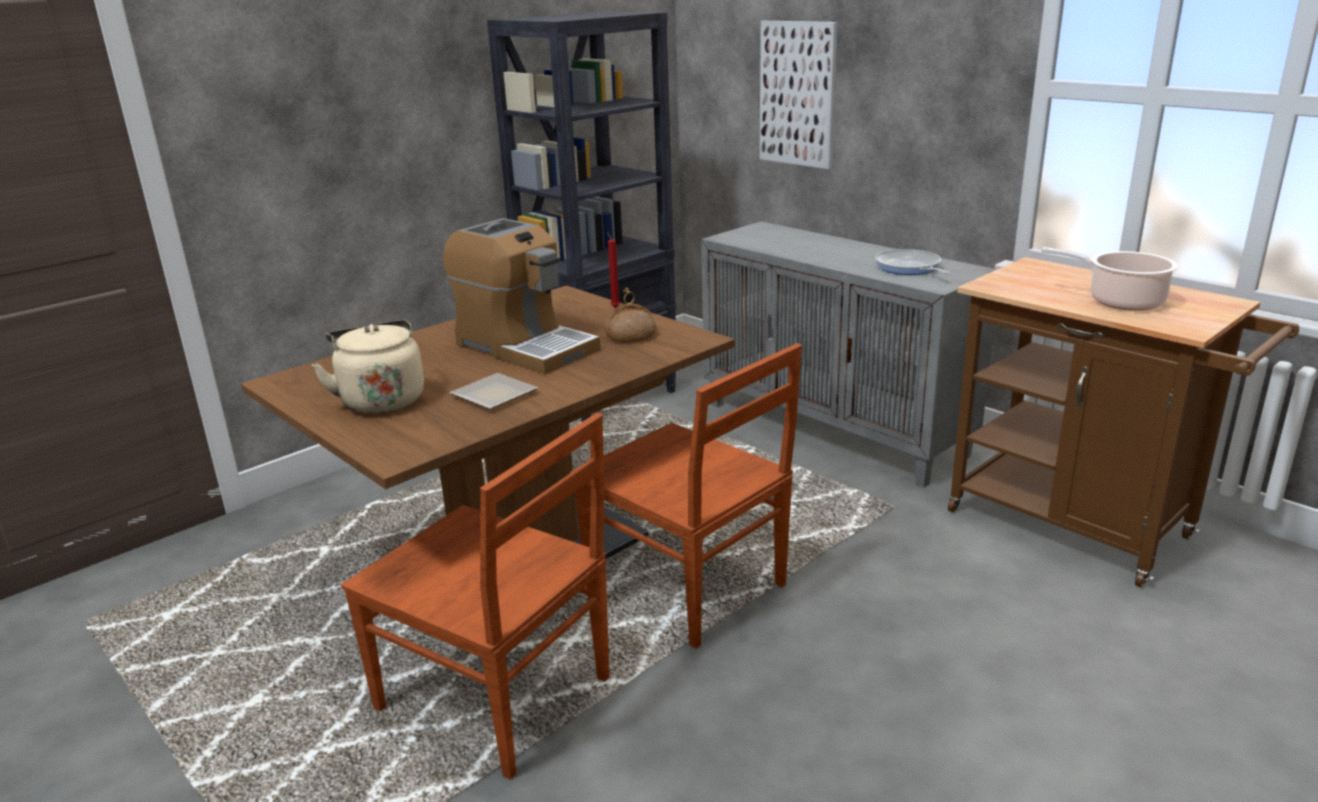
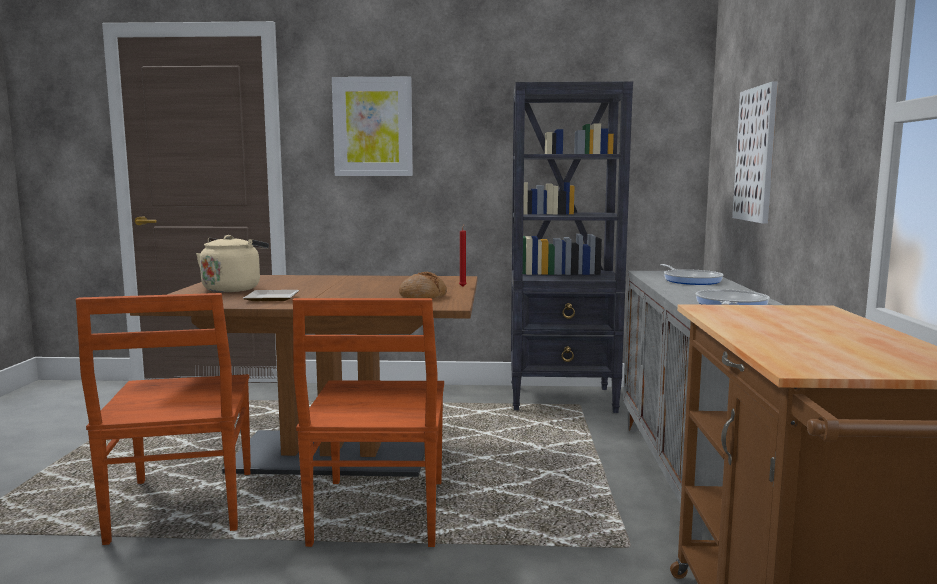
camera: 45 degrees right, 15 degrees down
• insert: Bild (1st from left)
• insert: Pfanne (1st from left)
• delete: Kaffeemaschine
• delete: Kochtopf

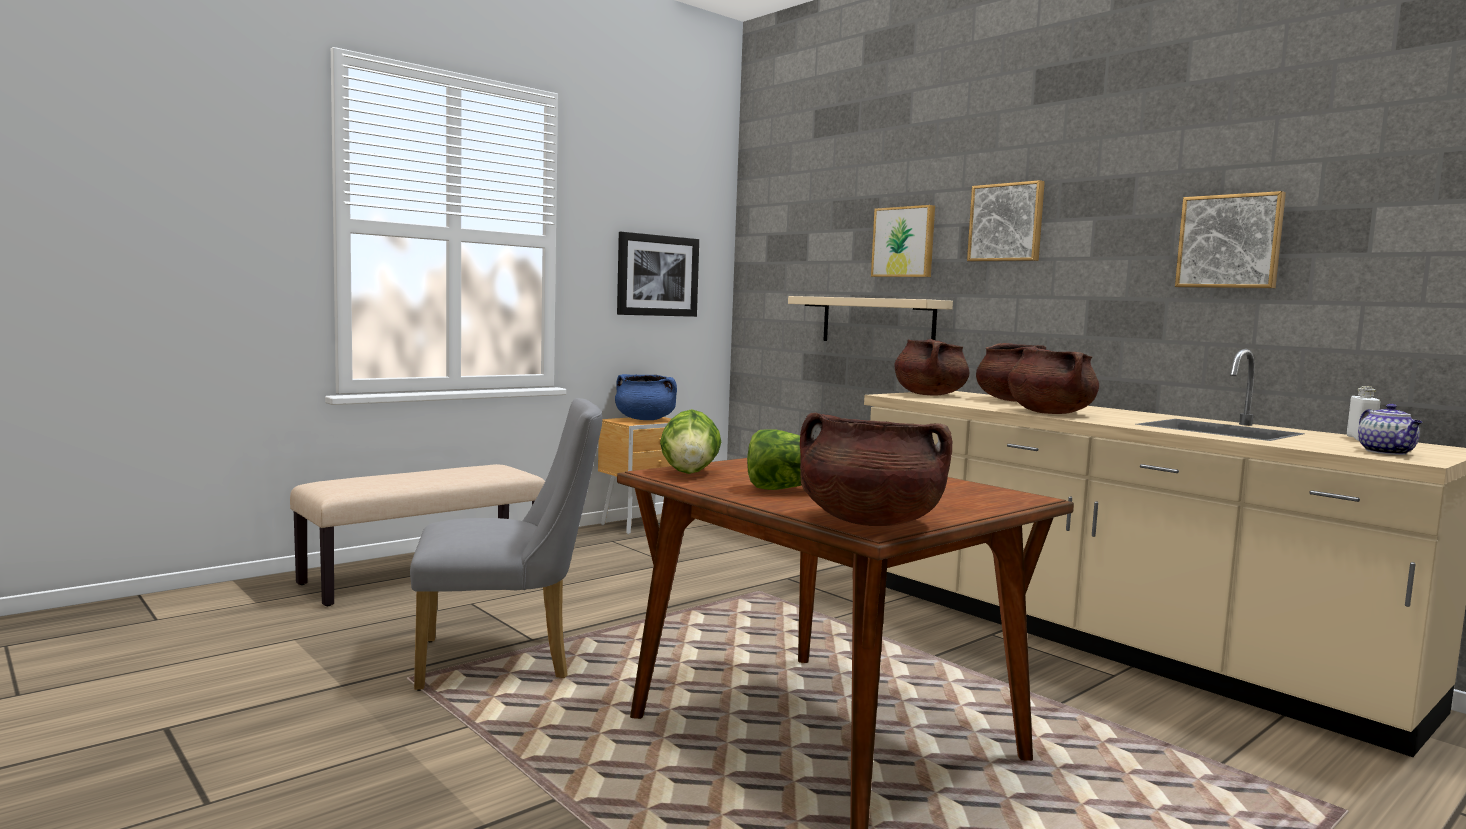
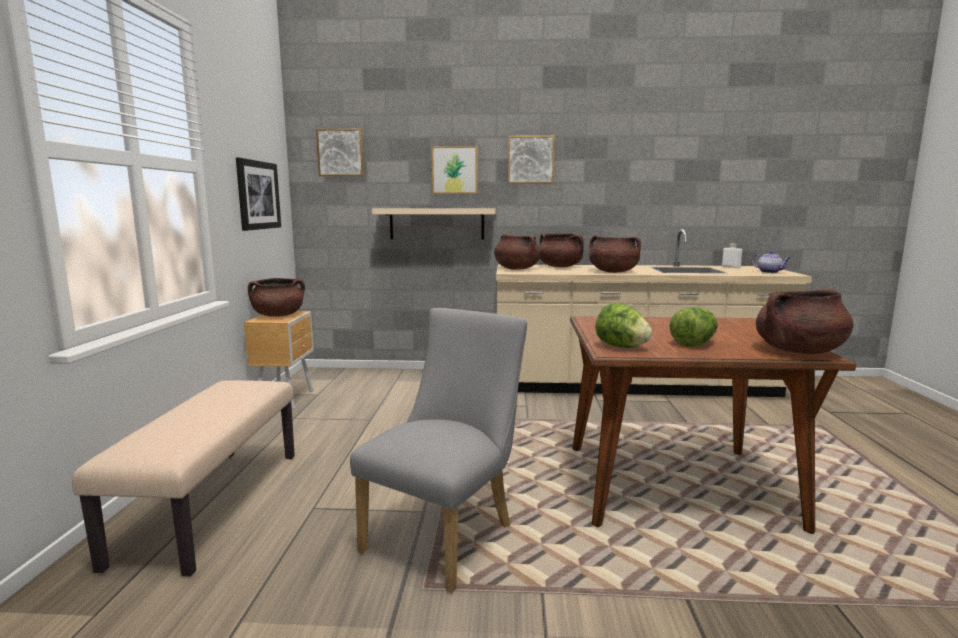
camera: 45 degrees left, 5 degrees up
• recolor: Kochtopf (blau) to Kochtopf (braun) (1st from left)
• move: Bild (4th from left in the first image) to Bild (2nd from left)

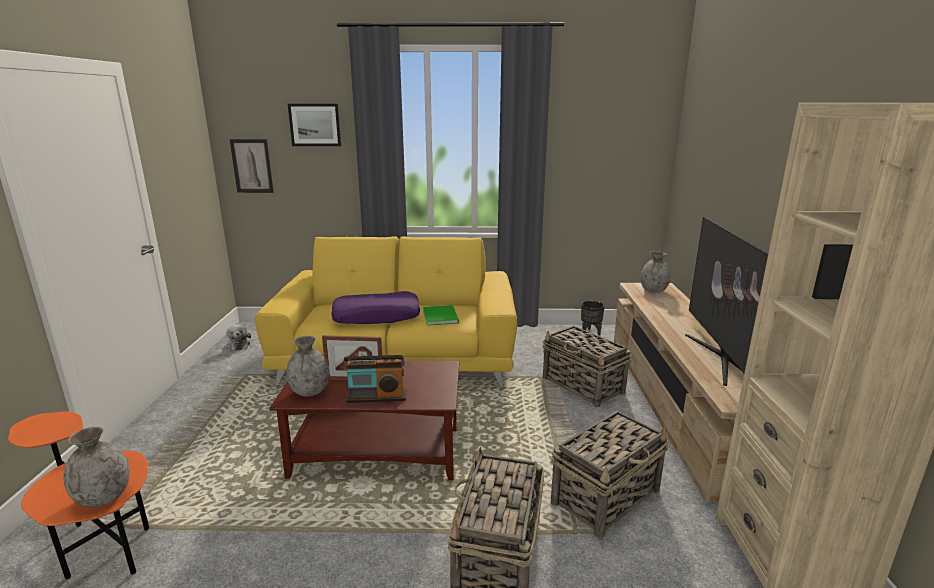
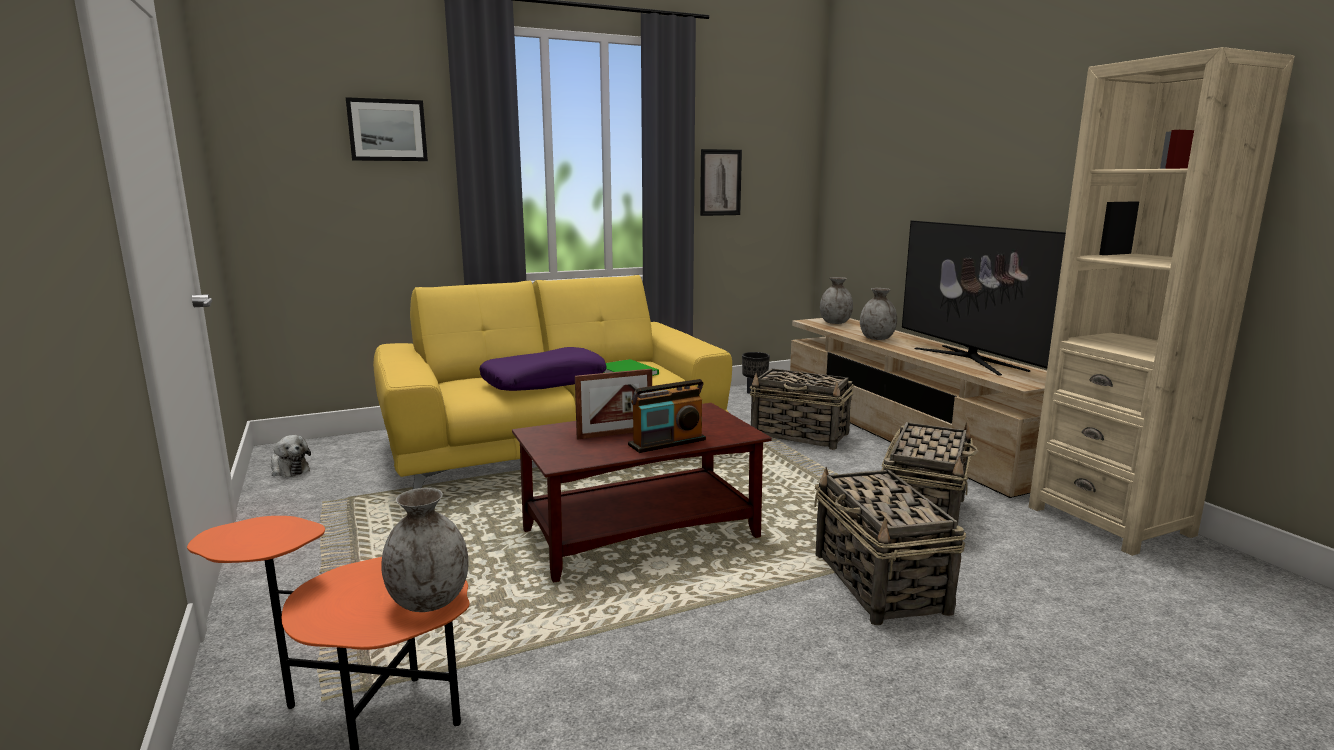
camera: 25 degrees left, 5 degrees down
• move: Bild (1st from left in the first image) to Bild (2nd from left)
• move: Vase (grau) (2nd from left in the first image) to Vase (grau) (3rd from left)

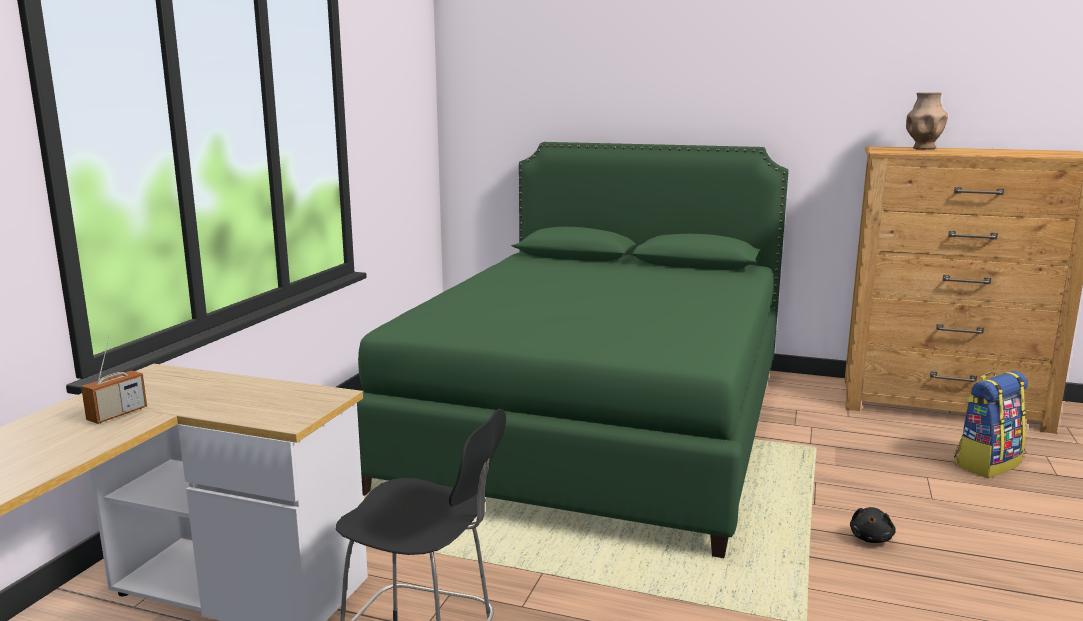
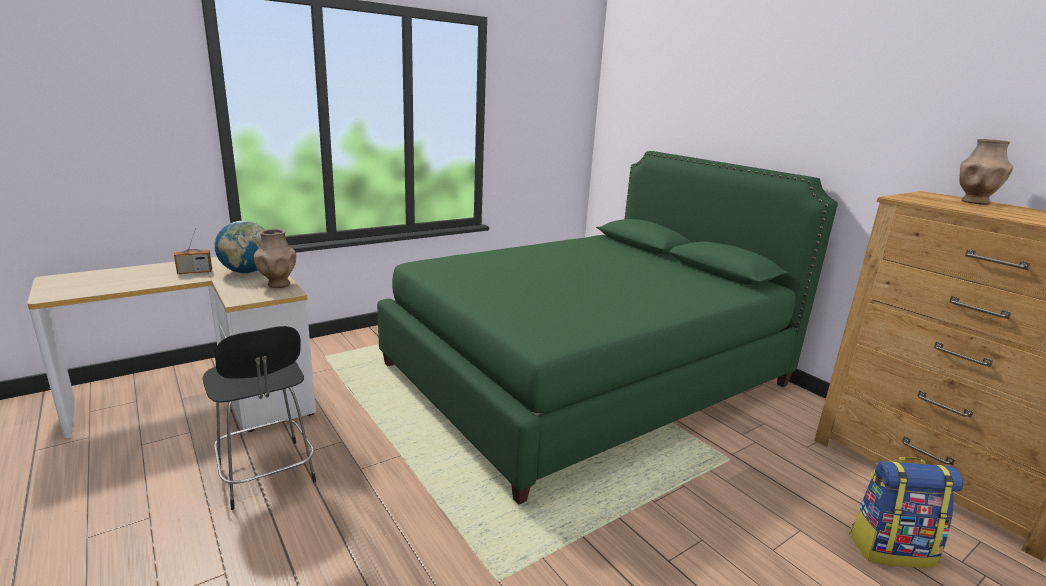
camera: 35 degrees right, 5 degrees up
• insert: Globus
• insert: Vase (braun) (1st from left)
• delete: Plüschtier (schwarz)

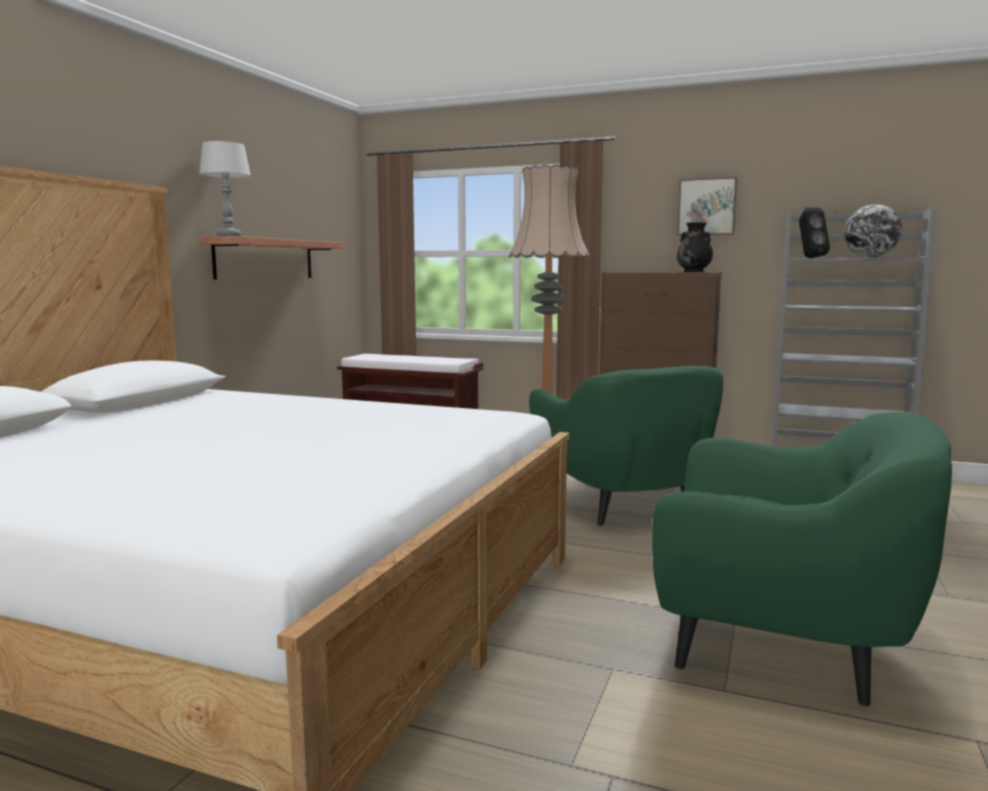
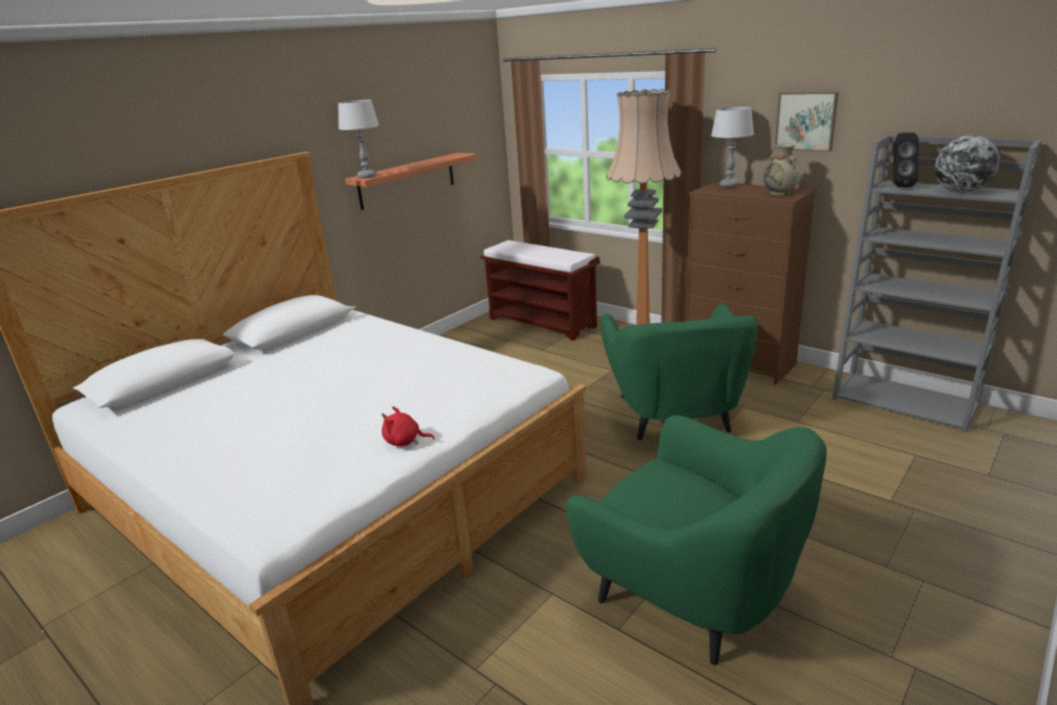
camera: 20 degrees right, 15 degrees up
• insert: Plüschtier (rot)
• insert: Tischlampe (grau) (2nd from left)
• recolor: Vase (schwarz) to Vase (beige)

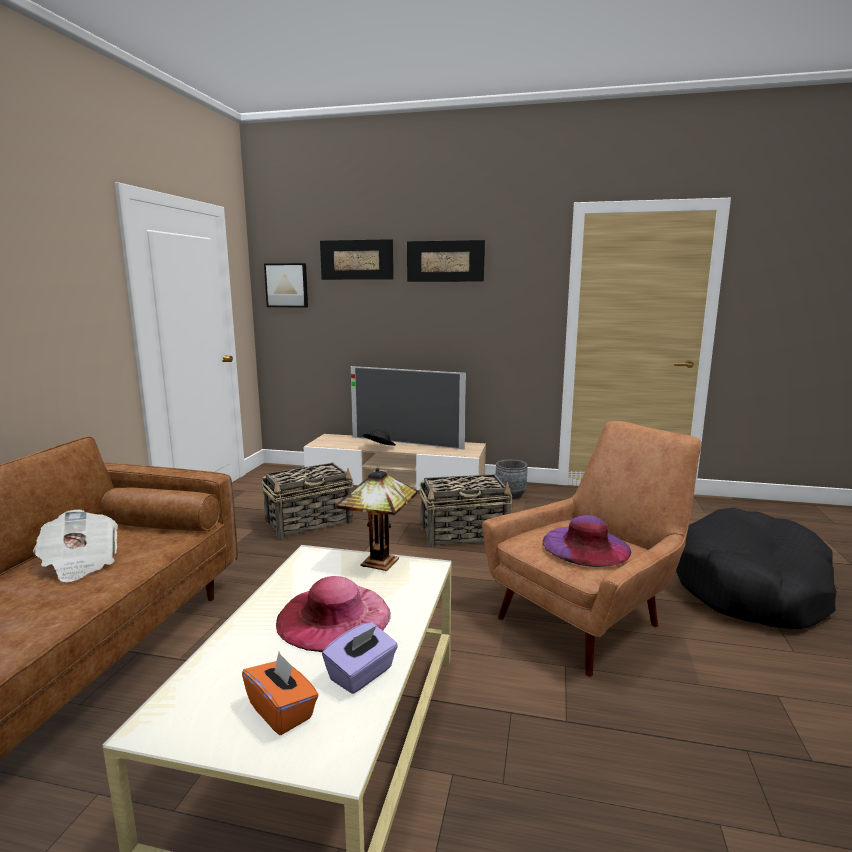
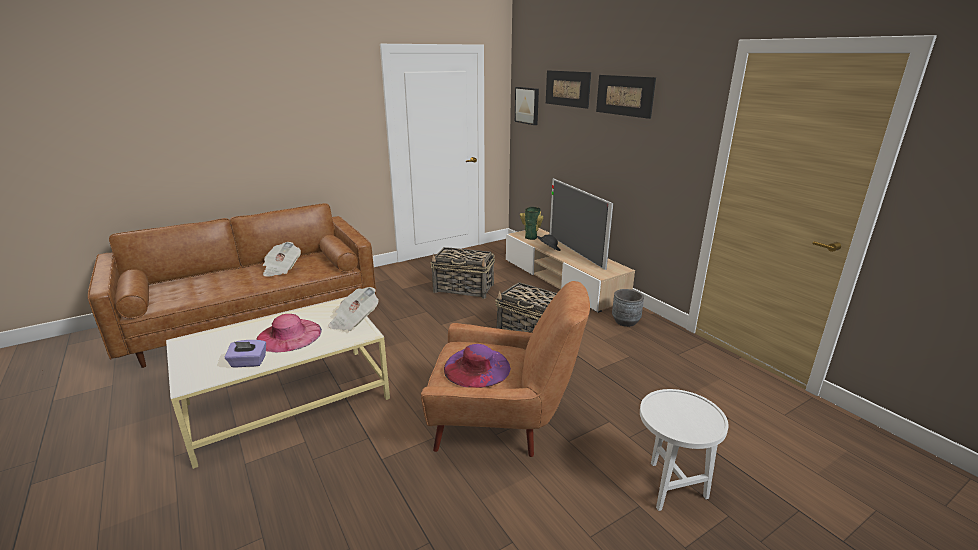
camera: 45 degrees right, 10 degrees up
• replace: Tischlampe to Zeitung (2nd from left)
• insert: Vase
• replace: Hundebett (schwarz) to Beistelltisch (weiß)
• delete: Taschentuchbox (orange)

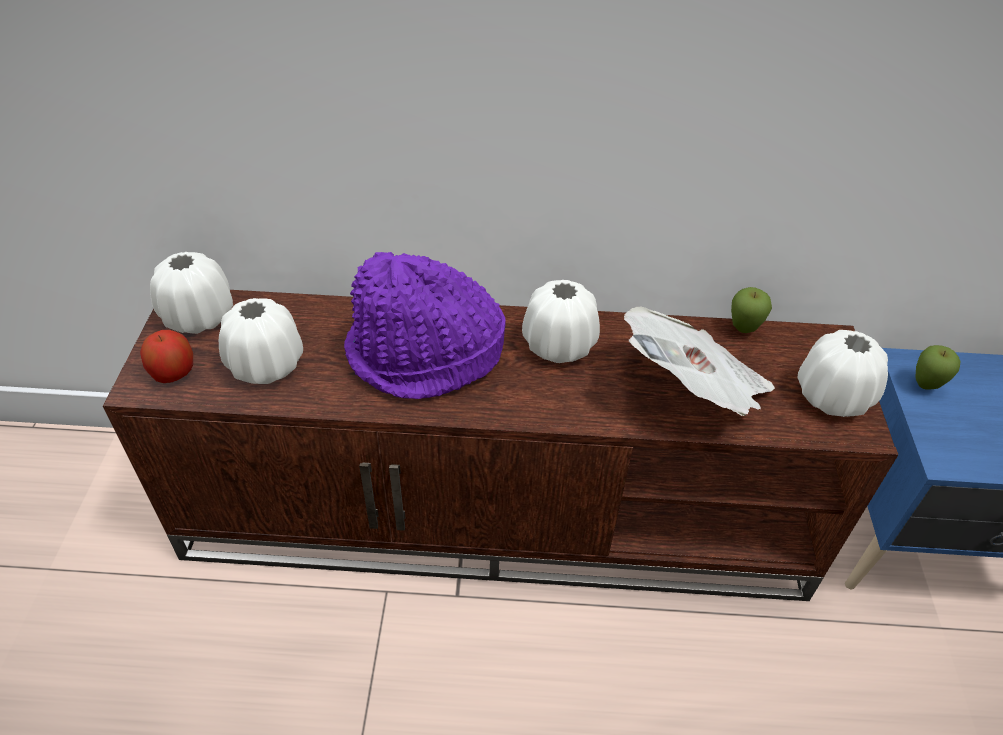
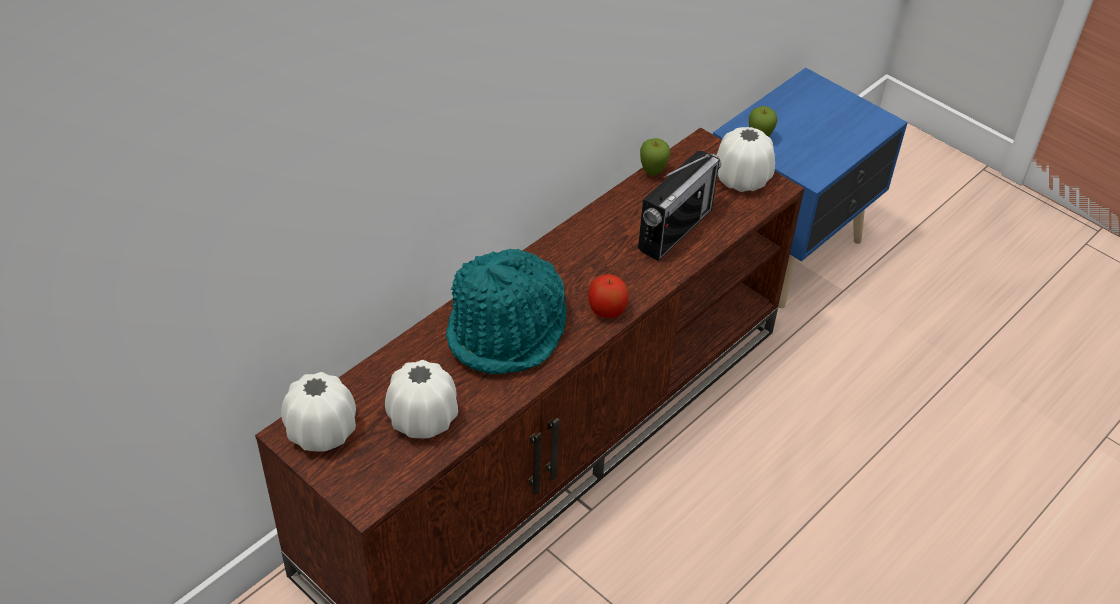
camera: 50 degrees left, 0 degrees up
• recolor: Hut (lila) to Hut (türkis)
• move: Apfel (1st from left)
• replace: Zeitung to Radio
• delete: Vase (weiß) (3rd from left)

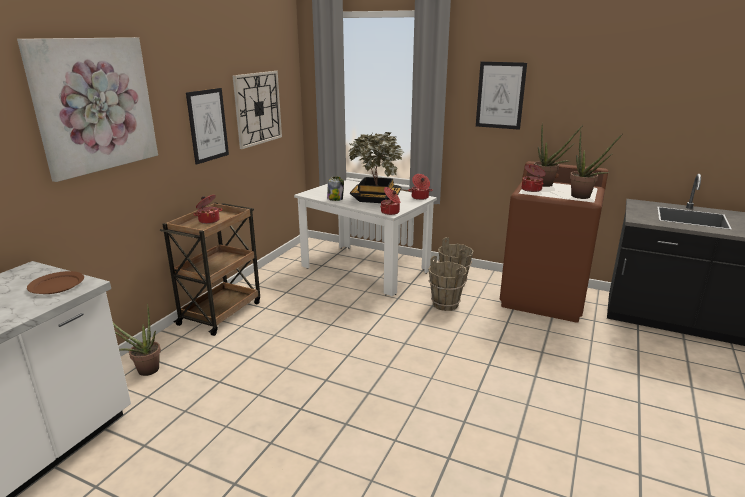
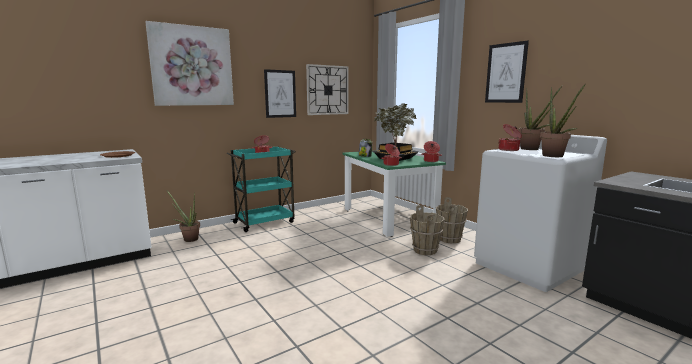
camera: 30 degrees right, 10 degrees down
• recolor: Rollwagen (braun) to Rollwagen (türkis)
• recolor: Esstisch (weiß) to Esstisch (grün)
• recolor: Waschmaschine (braun) to Waschmaschine (weiß)

